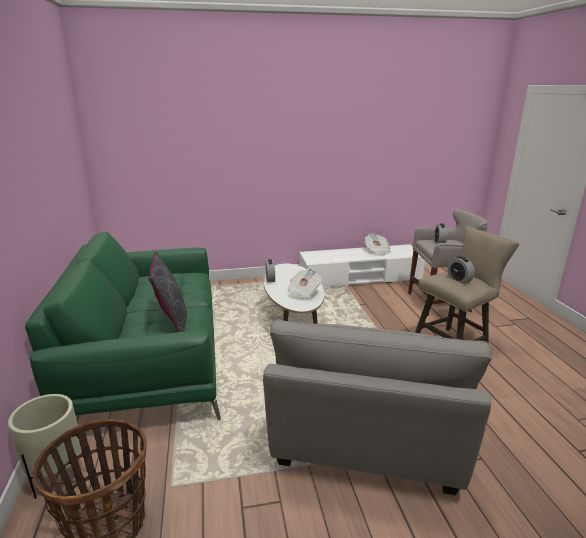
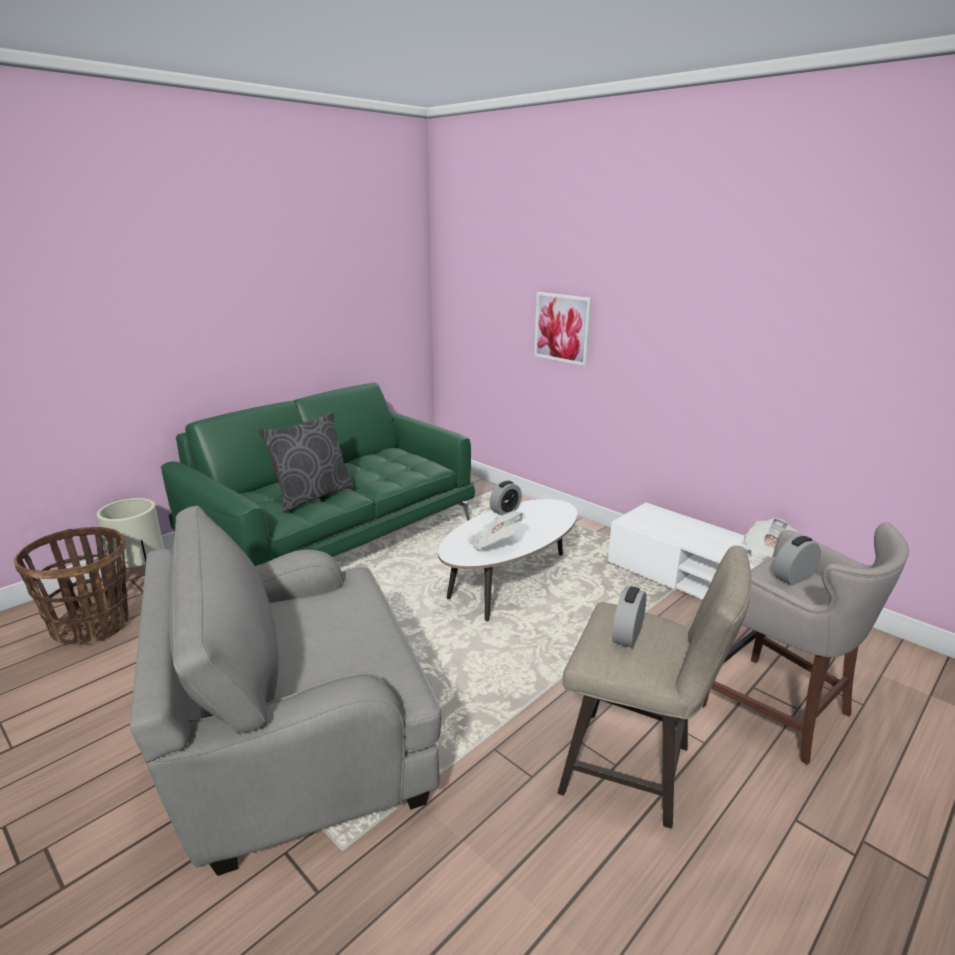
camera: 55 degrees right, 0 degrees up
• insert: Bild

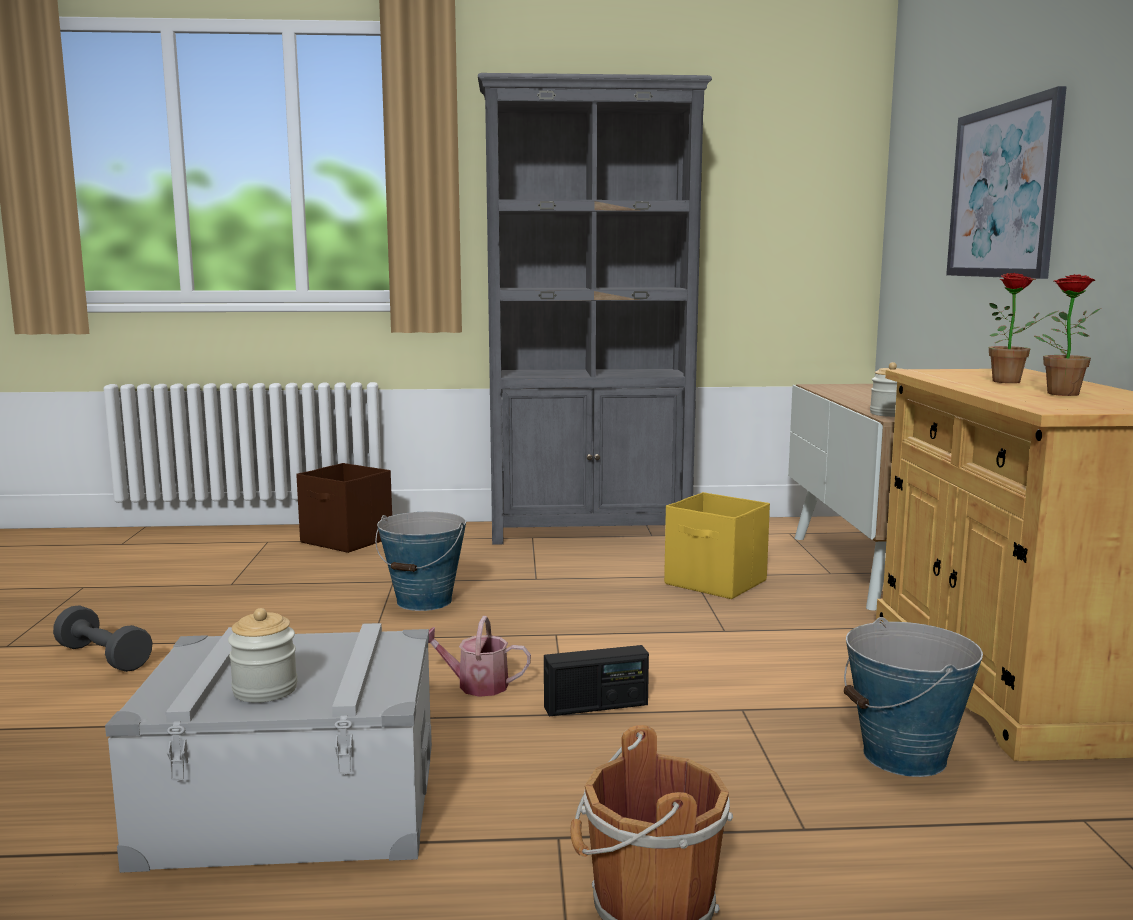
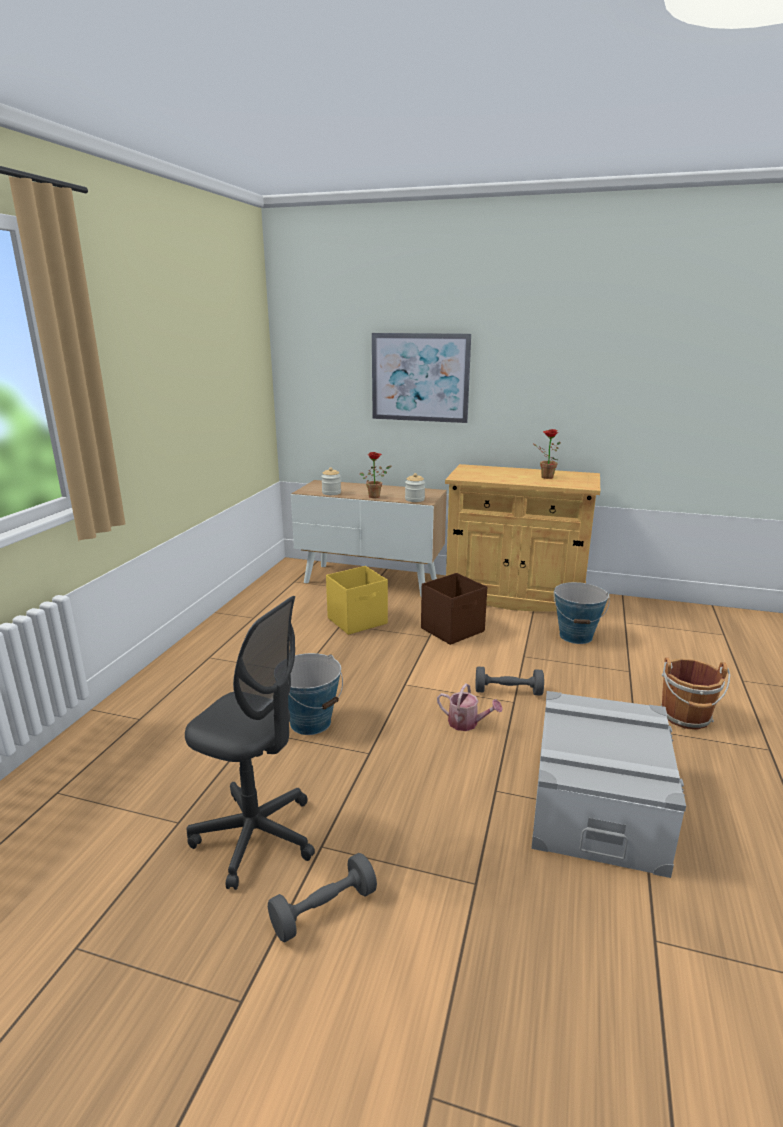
camera: 70 degrees left, 10 degrees up
• insert: Bürostuhl (grau)
• move: Vorratsglas (1st from left)
• move: Topfpflanze (1st from left)
• move: Aufbewahrungsbox (braun)
• rotate: Gießkanne 90 degrees counterclockwise
• replace: Radio to Hantel (grau) (2nd from left)
• delete: Bücherregal (grau)

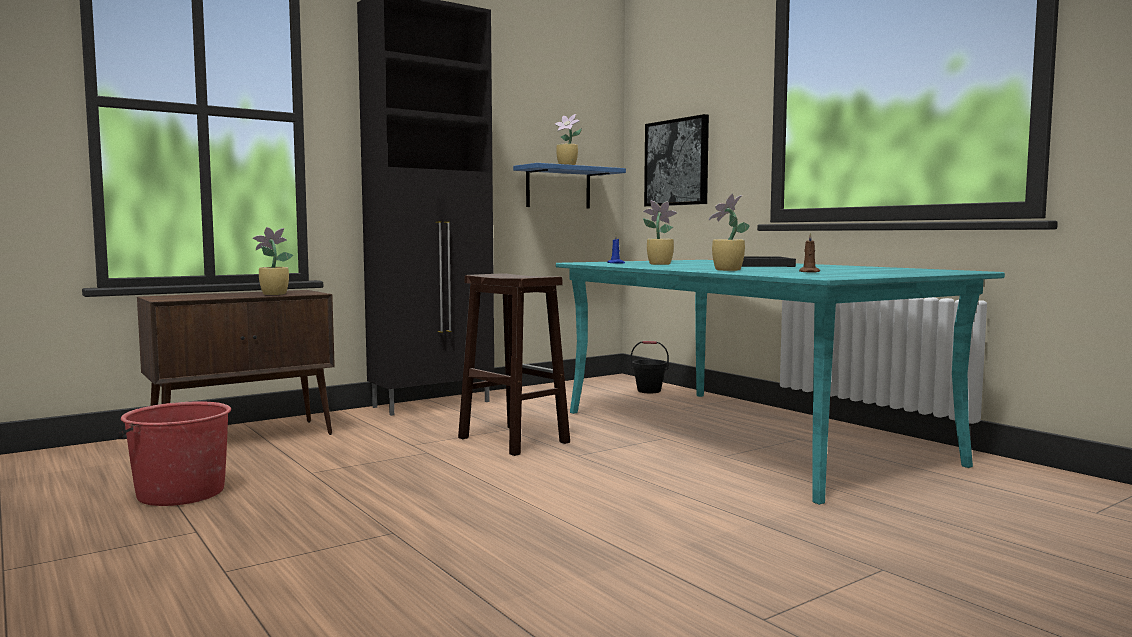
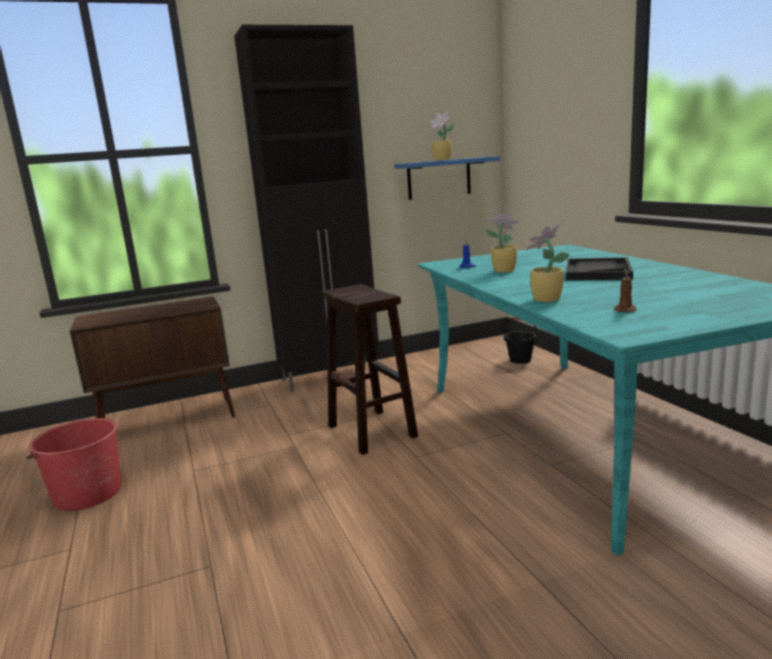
camera: 15 degrees right, 10 degrees up
• delete: Topfpflanze (1st from left)
• delete: Bild

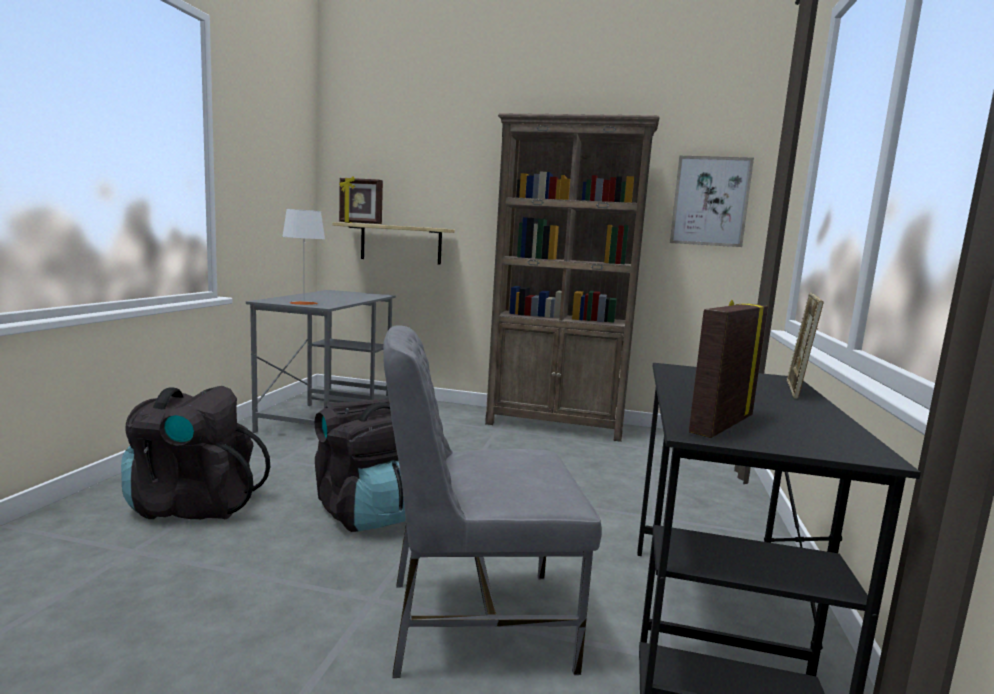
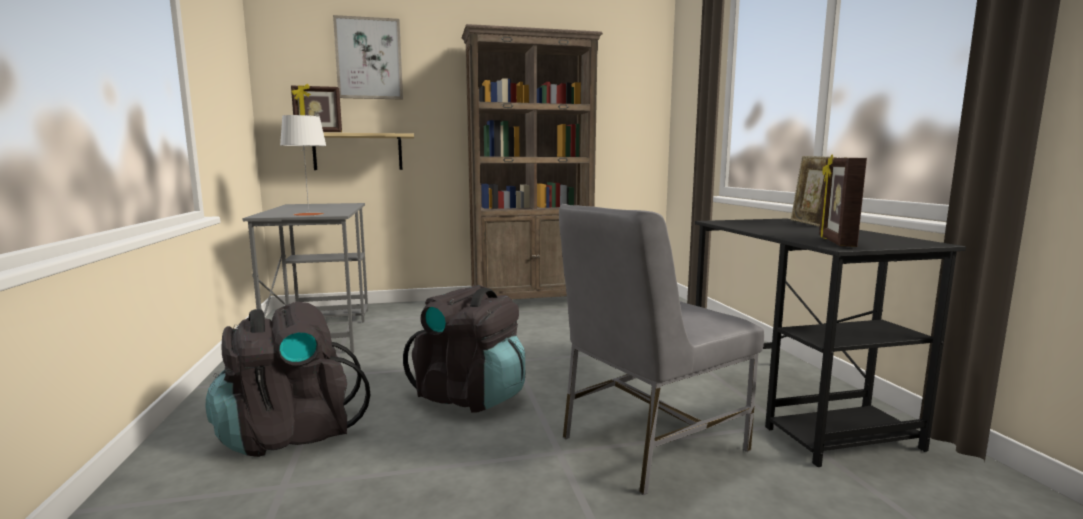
camera: 25 degrees left, 0 degrees up
• move: Bild

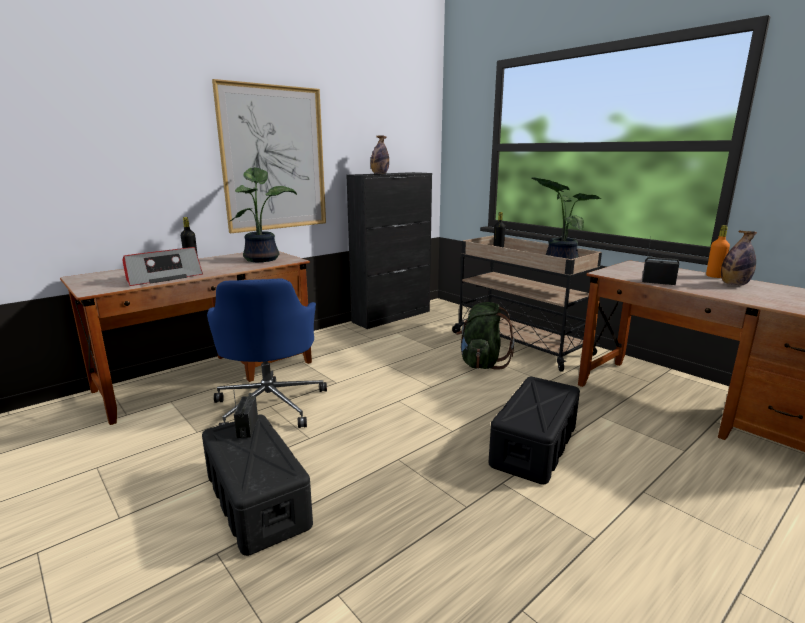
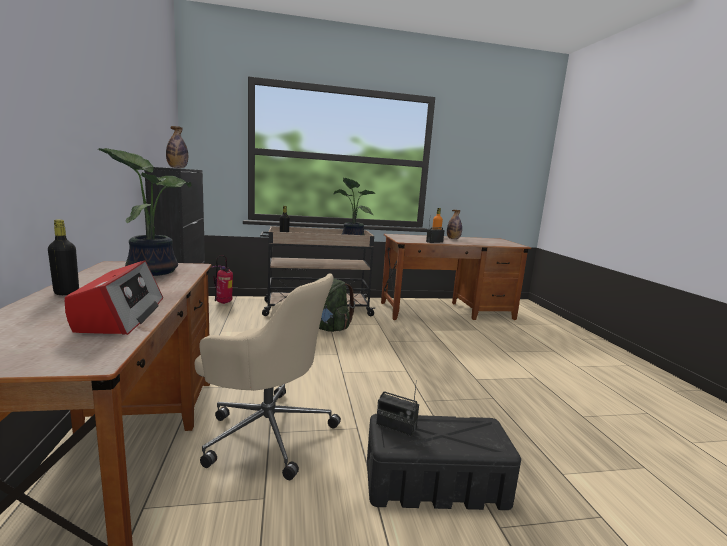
camera: 60 degrees left, 5 degrees down
• recolor: Bürostuhl (blau) to Bürostuhl (beige)
• insert: Feuerlöscher
• delete: Bild
• delete: Aufbewahrungsbox (schwarz) (2nd from left)

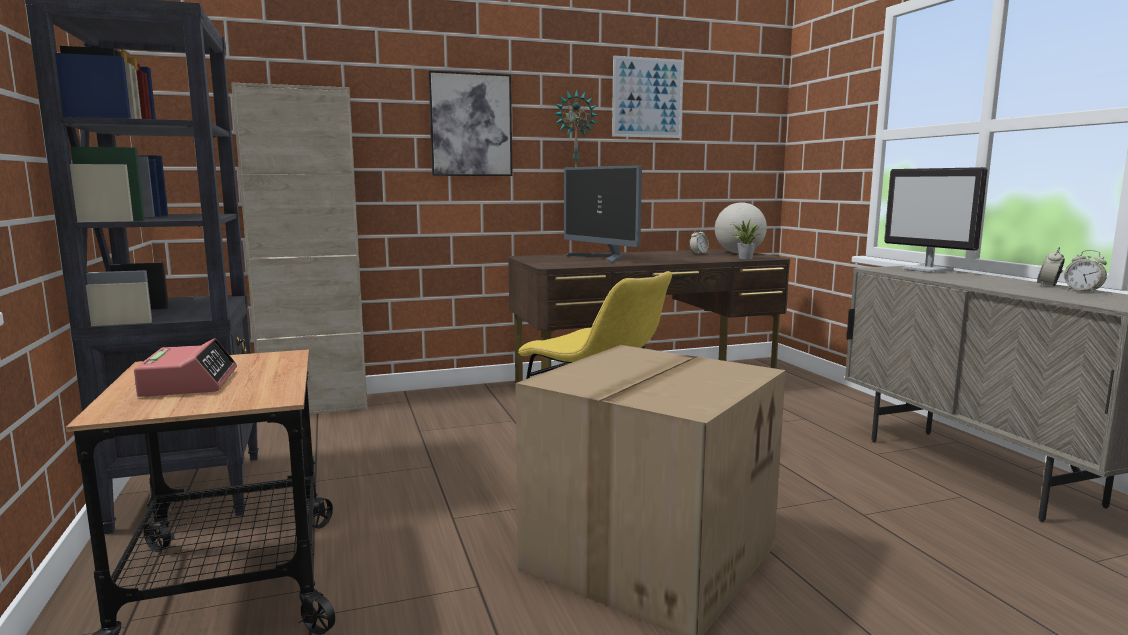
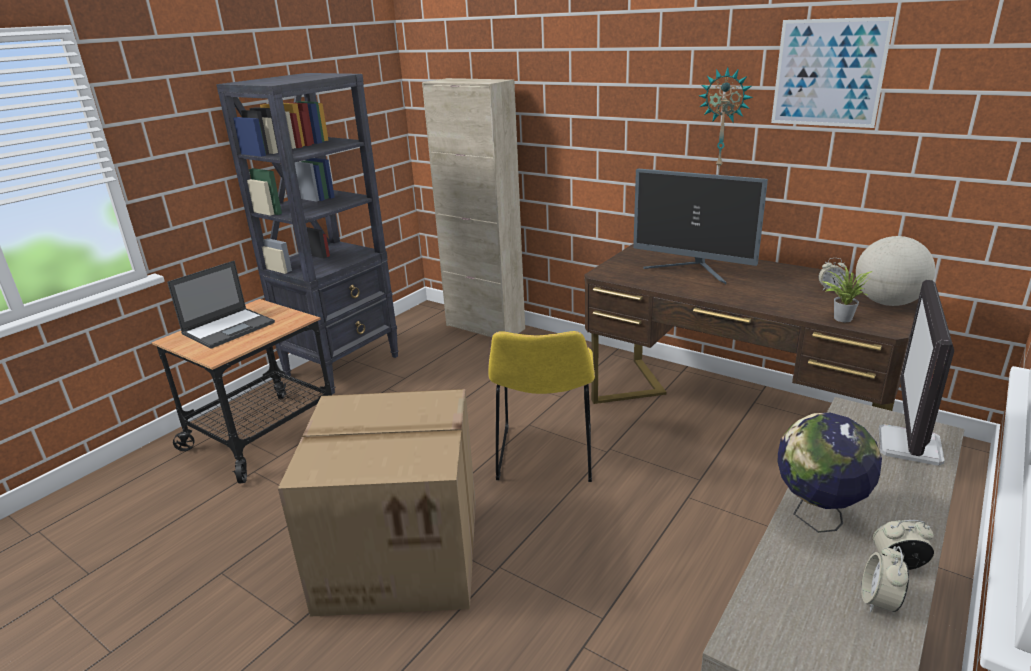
camera: 55 degrees right, 15 degrees up
• replace: Wecker (1st from left) to Laptop
• rotate: Monitor (1st from left) 75 degrees counterclockwise
• insert: Globus (1st from left)
• delete: Bild (1st from left)

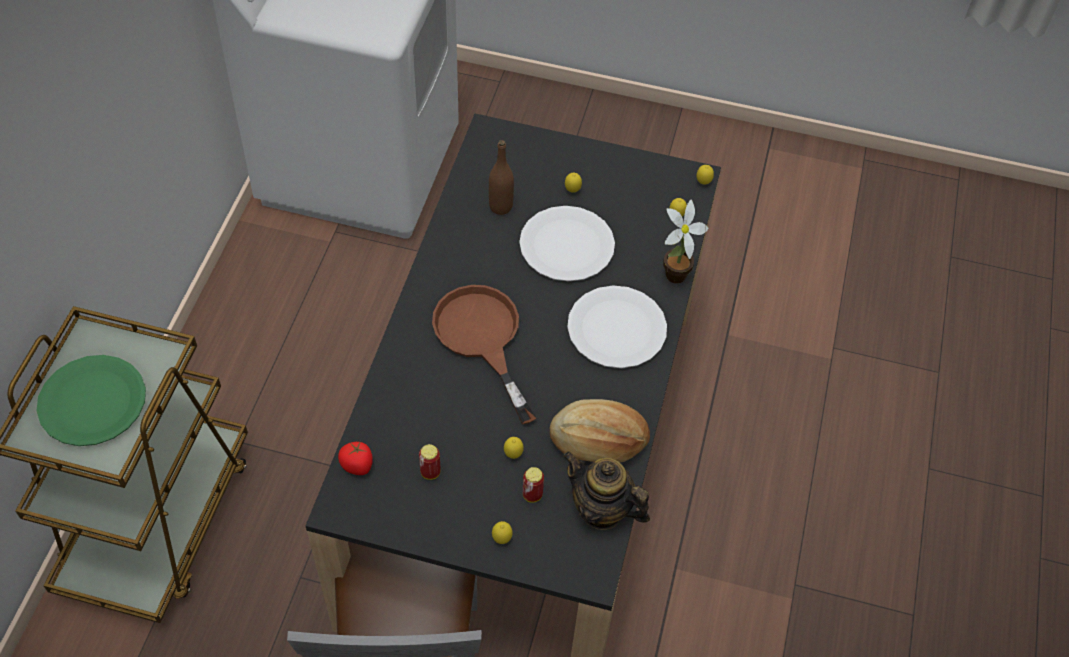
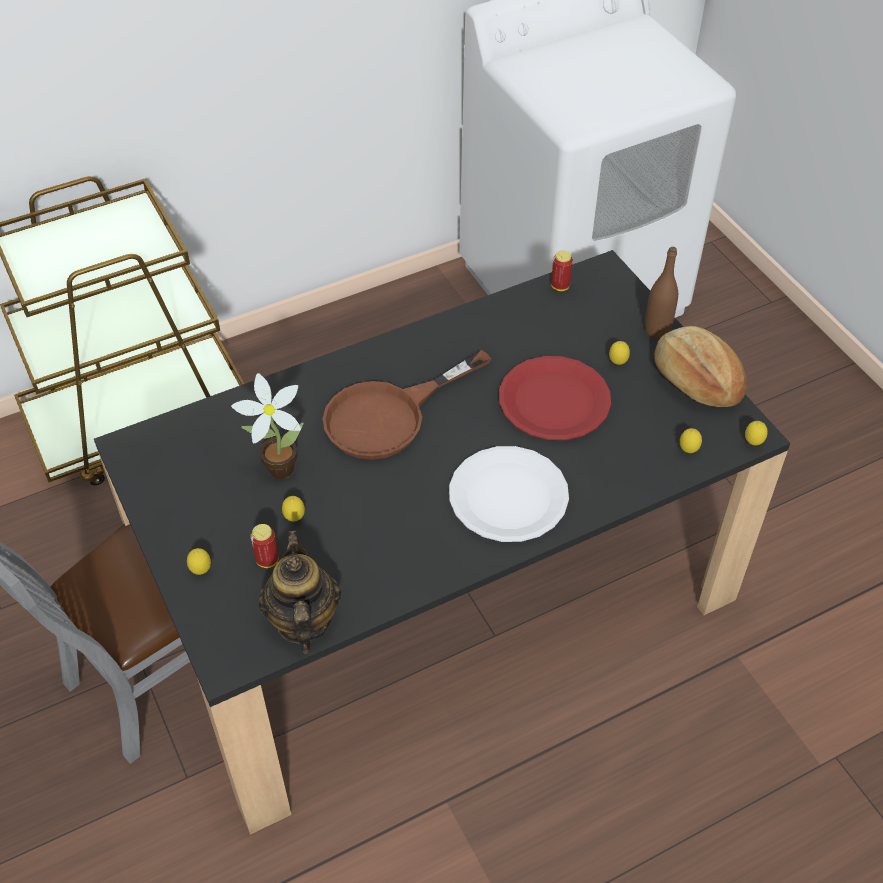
camera: 50 degrees right, 5 degrees down
• move: Topfpflanze
• rotate: Pfanne (braun) 150 degrees counterclockwise
• recolor: Teller (weiß) (1st from left) to Teller (rot)
• move: Dose (1st from left in the first image) to Dose (2nd from left)
• move: Flasche (braun)
• move: Brot
• delete: Teller (grün)
• delete: Tomate

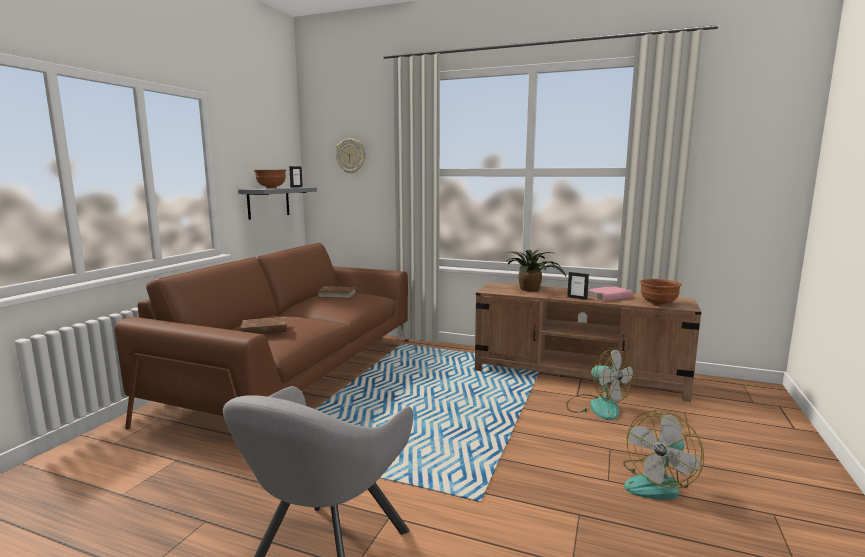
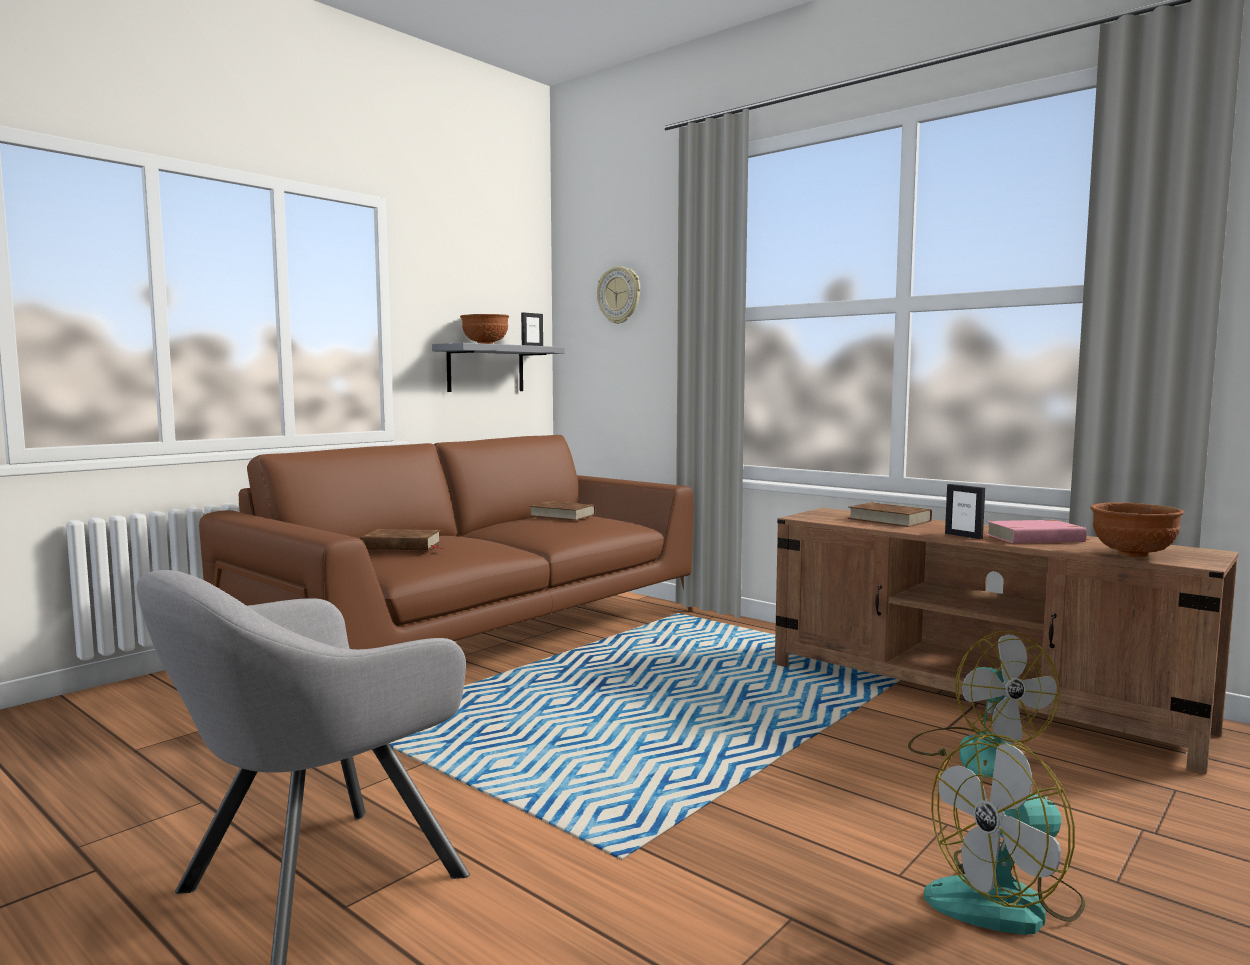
camera: 20 degrees right, 5 degrees down
• replace: Topfpflanze to Buch (braun) (3rd from left)

